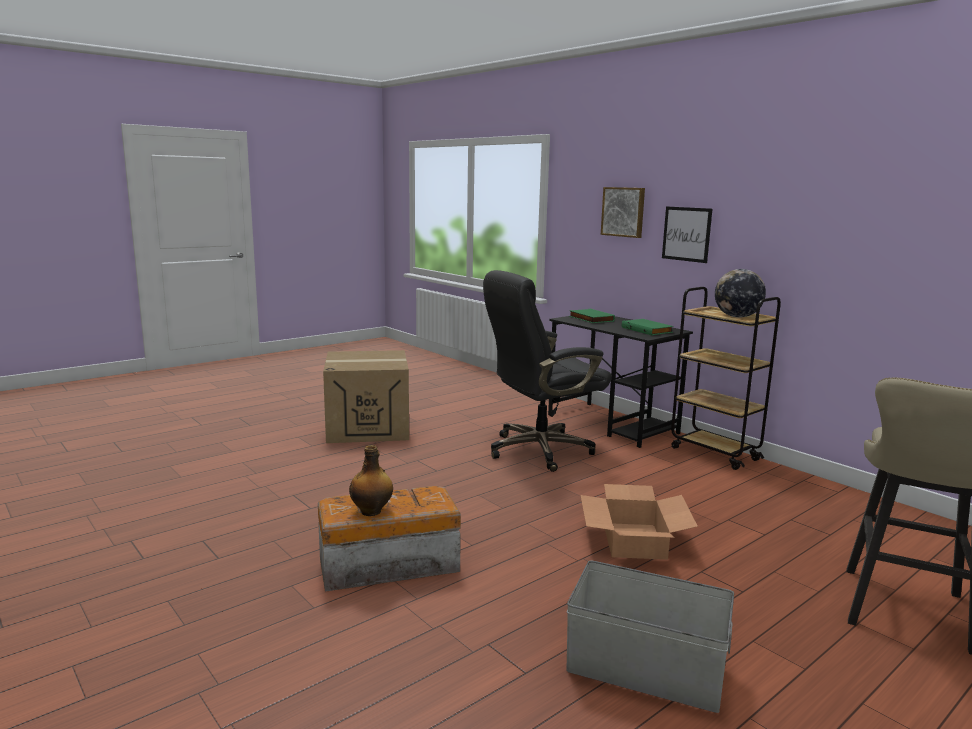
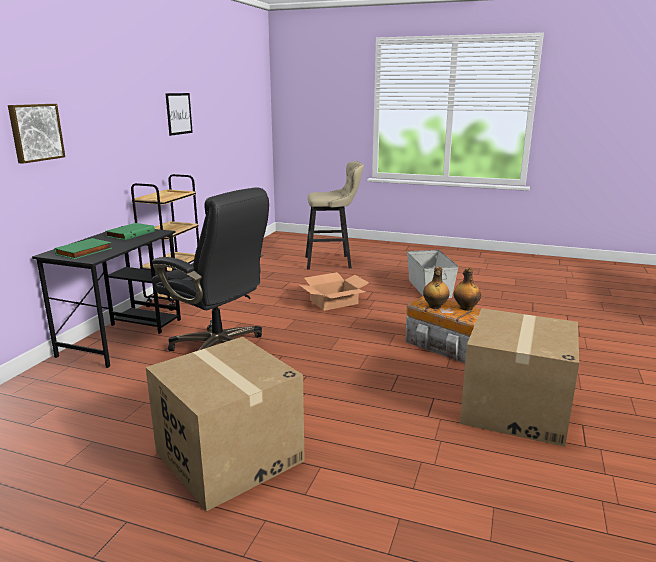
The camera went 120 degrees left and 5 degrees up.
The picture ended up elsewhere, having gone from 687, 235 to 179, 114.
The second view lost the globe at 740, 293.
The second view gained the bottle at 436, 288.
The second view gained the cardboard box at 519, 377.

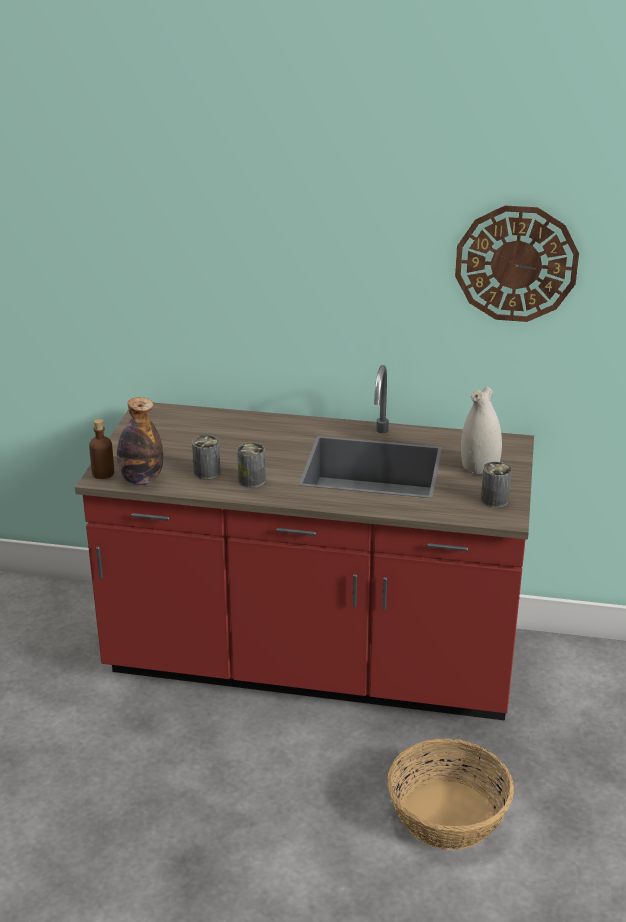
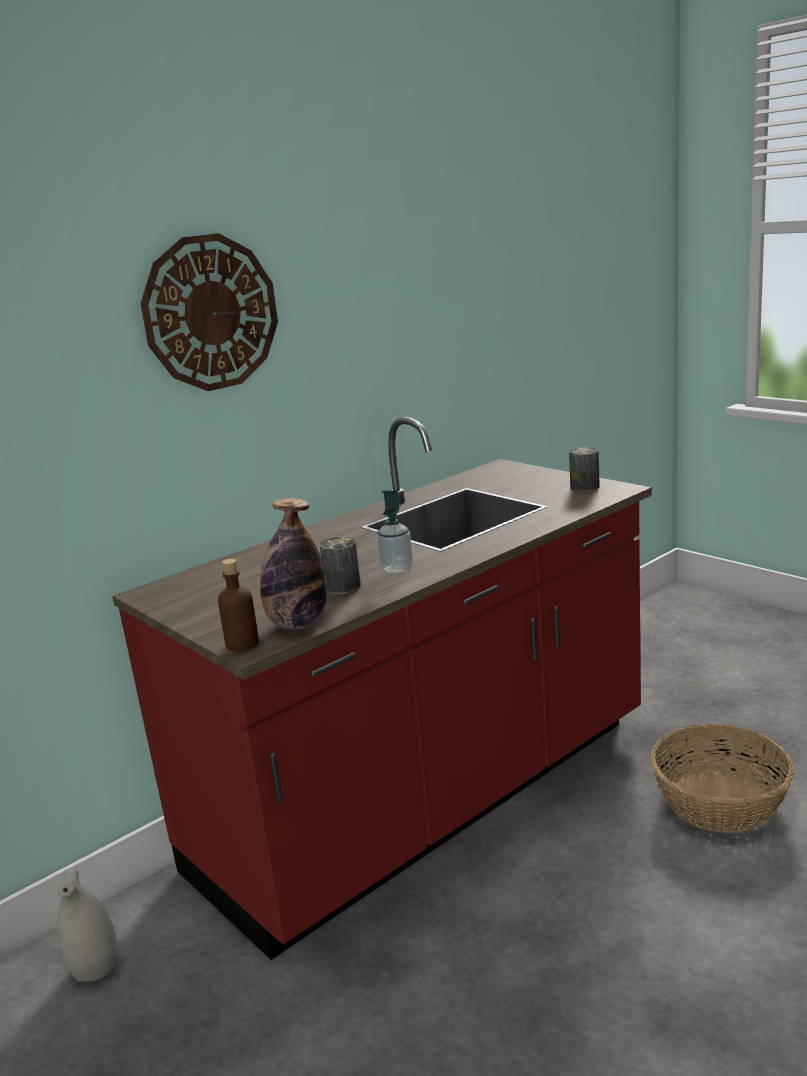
The camera went 50 degrees left and 10 degrees down.
The wall clock ended up elsewhere, having gone from 517, 263 to 209, 312.
The vase in white ended up elsewhere, having gone from 481, 430 to 88, 925.
Where the can stood at 251, 465, the soap dispenser came to stand at 395, 532.

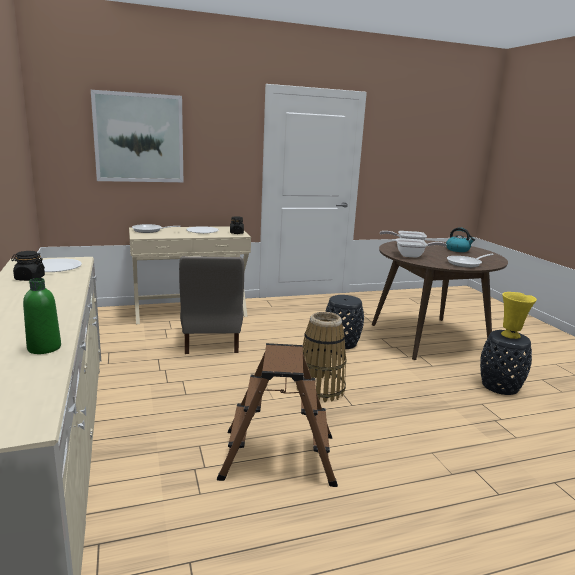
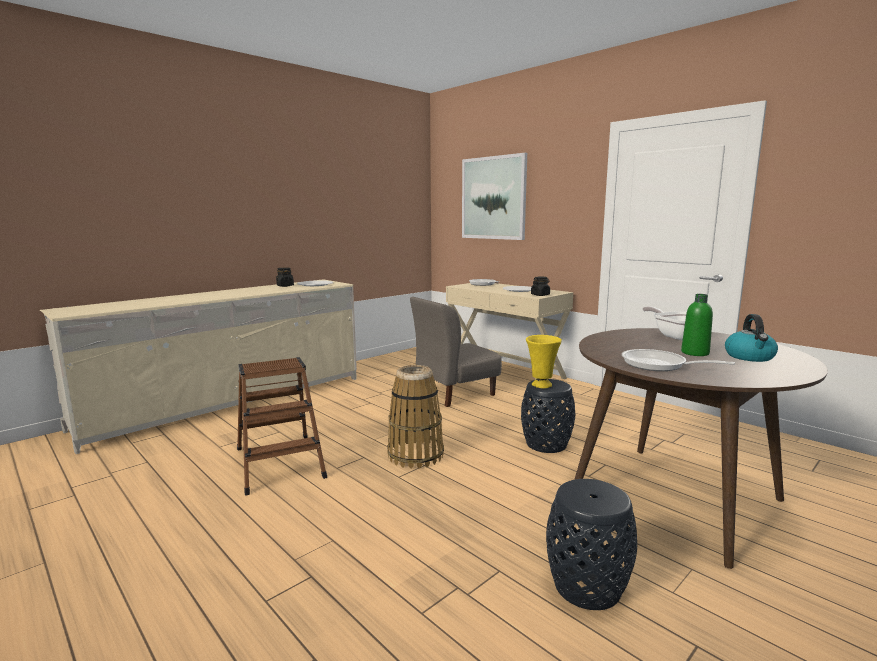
The camera went 65 degrees right and 5 degrees down.
The second view lost the frying pan at 421, 248.
The bottle in green ended up elsewhere, having gone from 42, 316 to 697, 325.
The vase in yellow ended up elsewhere, having gone from 519, 315 to 544, 361.

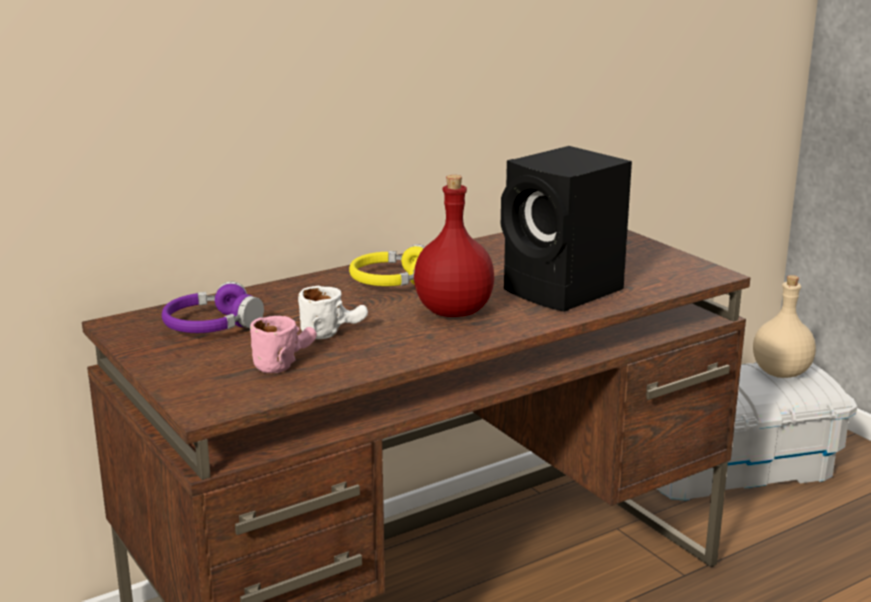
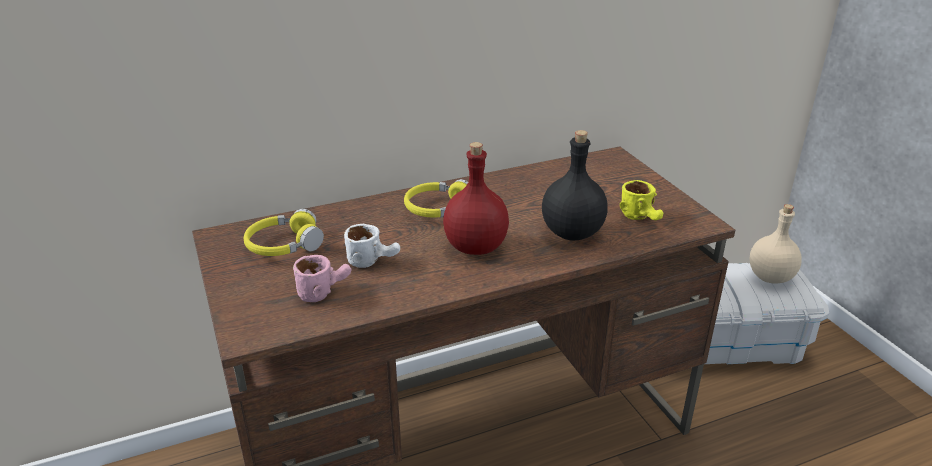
The camera went 10 degrees right and 10 degrees up.
Where the speaker in black stood at 566, 229, the bottle in black came to stand at 575, 185.
What was the headphones in purple at 213, 307 turned into the headphones in yellow at 283, 232.
The second view gained the mug in yellow at 641, 200.

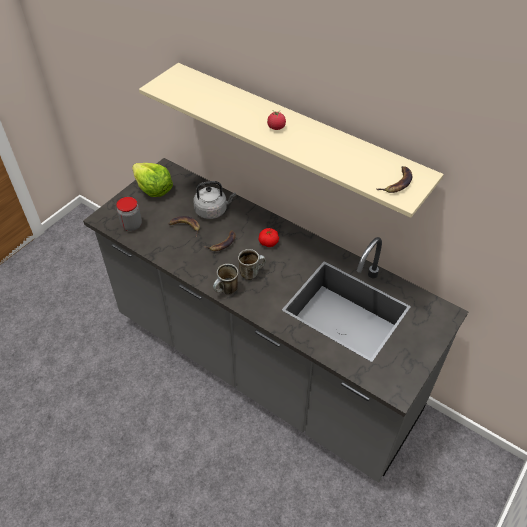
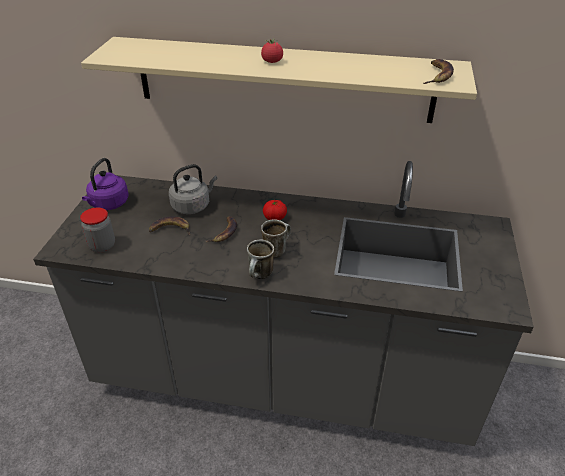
The camera went 25 degrees left and 10 degrees down.
Where the lettuce stood at 152, 180, the kettle in purple came to stand at 105, 184.

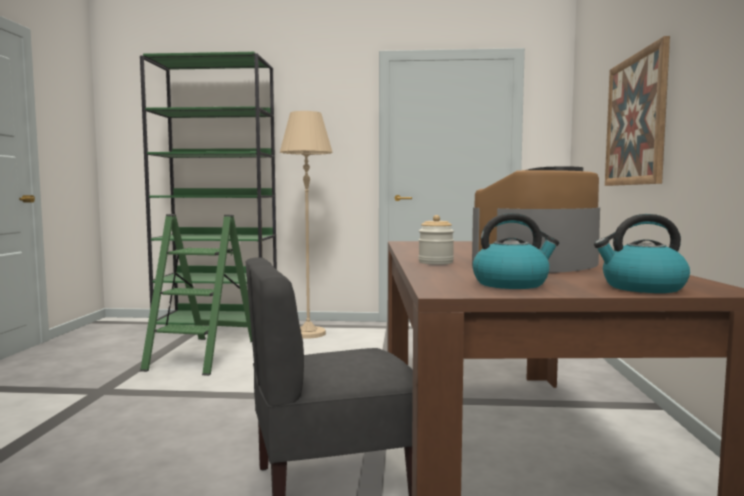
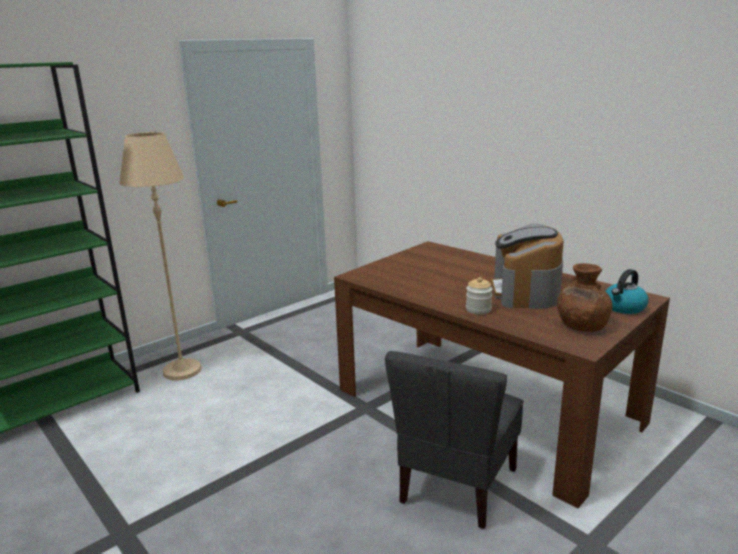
The camera went 45 degrees left and 15 degrees up.
The second view lost the picture at 637, 111.
Where the kettle stood at 515, 251, the vase in brown came to stand at 585, 297.
The second view lost the step ladder in green at 196, 295.

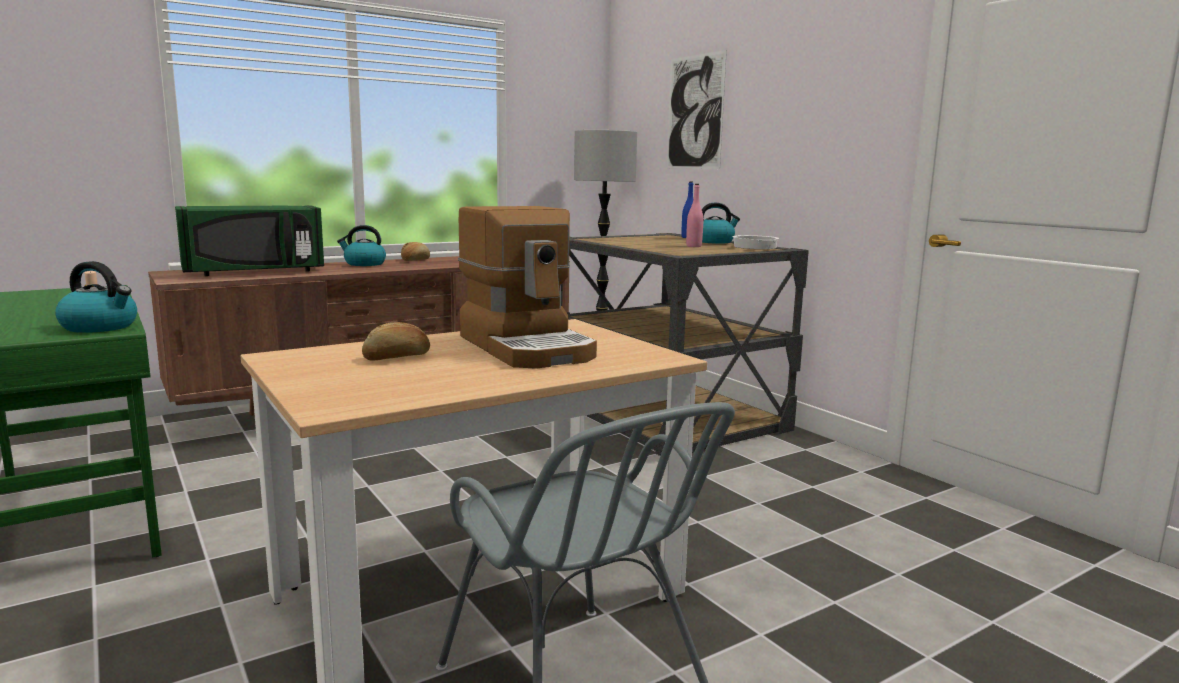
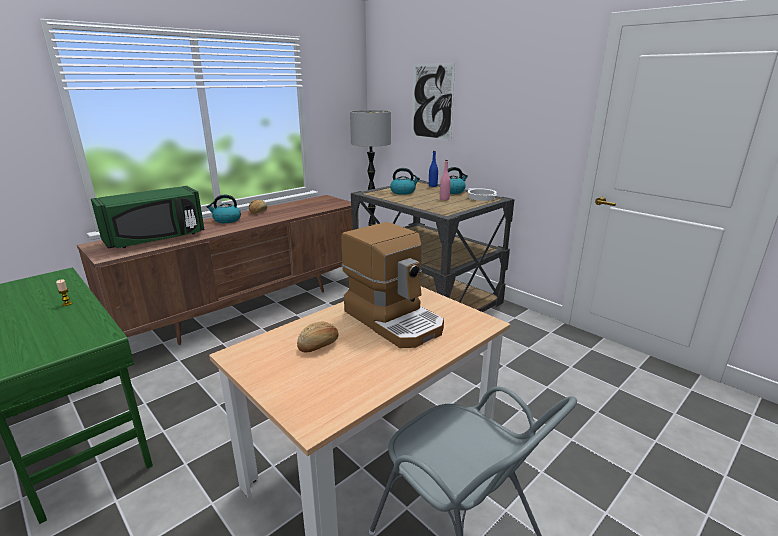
The camera went 10 degrees left and 10 degrees up.
The kettle ended up elsewhere, having gone from 96, 297 to 405, 181.

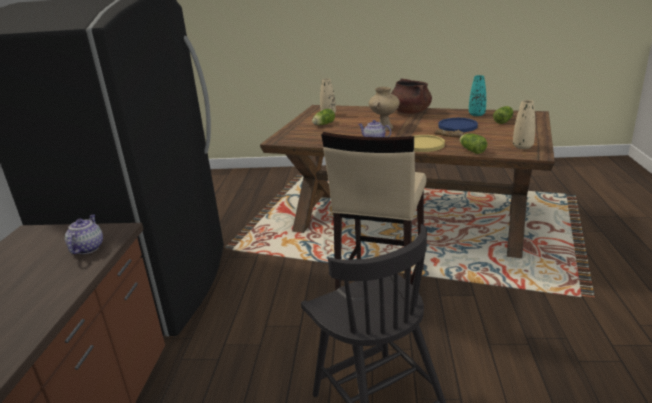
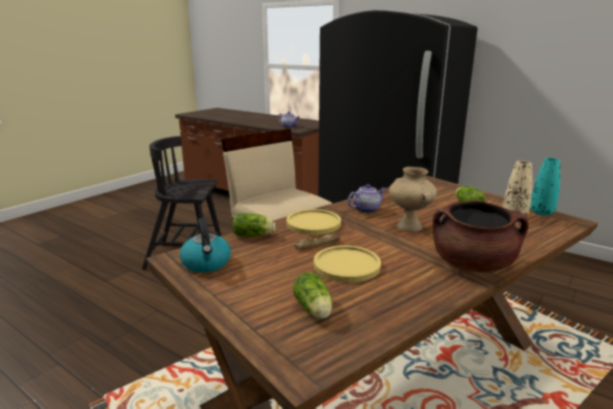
The camera went 120 degrees right and 5 degrees down.
The vase in turquoise ended up elsewhere, having gone from 477, 95 to 545, 187.
Where the vase in beige stood at 524, 124, the kettle came to stand at 205, 245.
What was the plate in blue at 458, 125 turned into the plate in yellow at 347, 264.

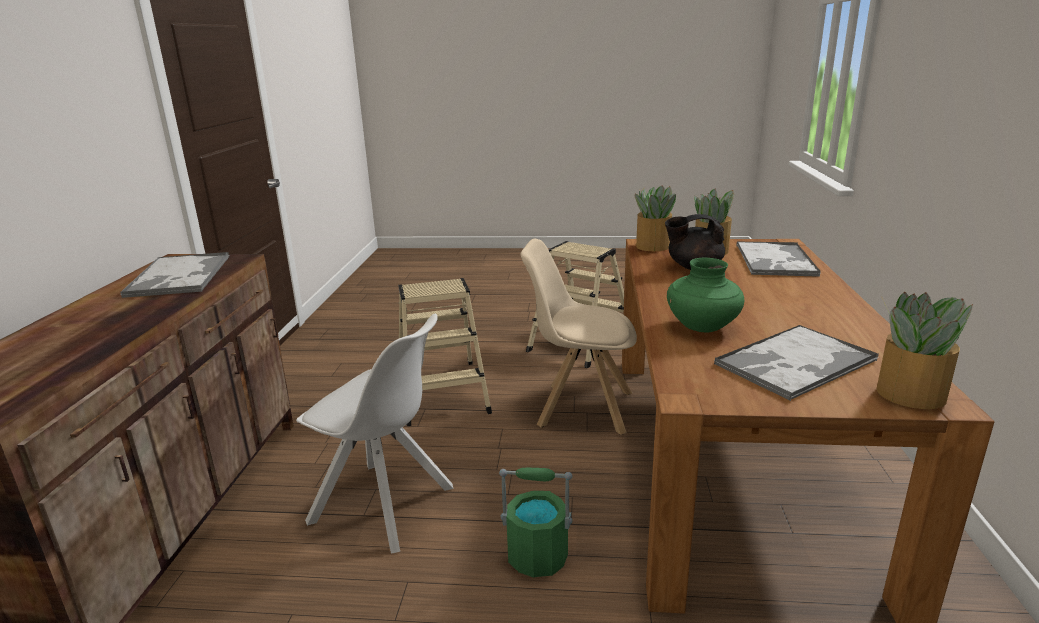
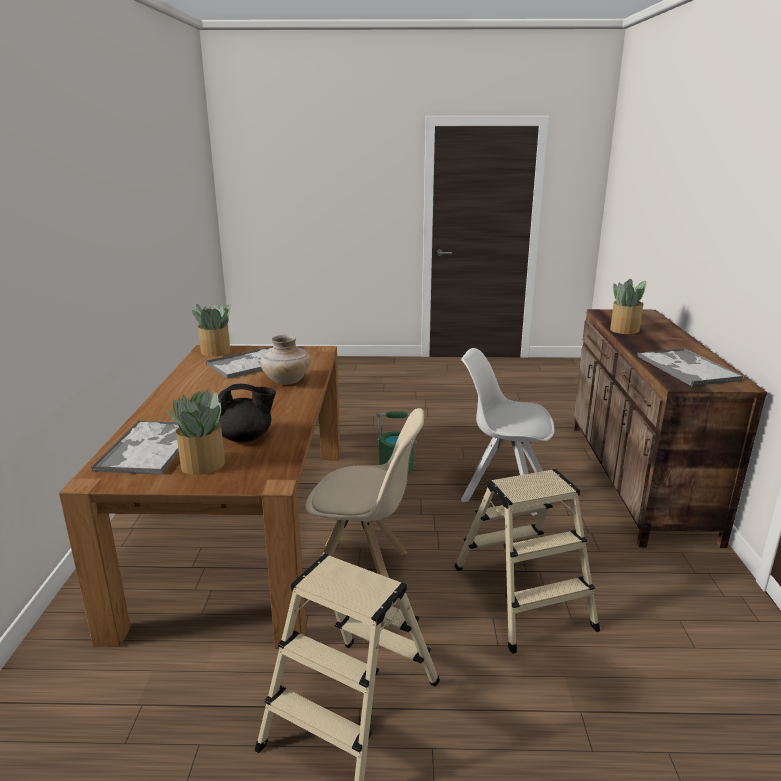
The camera went 175 degrees right and 0 degrees up.
The potted plant ended up elsewhere, having gone from 655, 218 to 628, 306.
What was the vase in green at 705, 295 turned into the vase in beige at 285, 360.

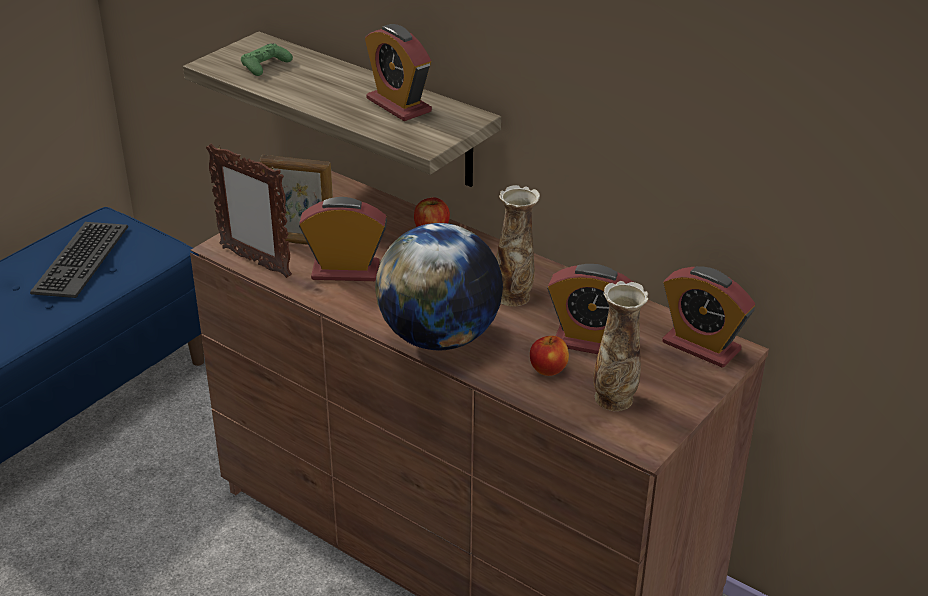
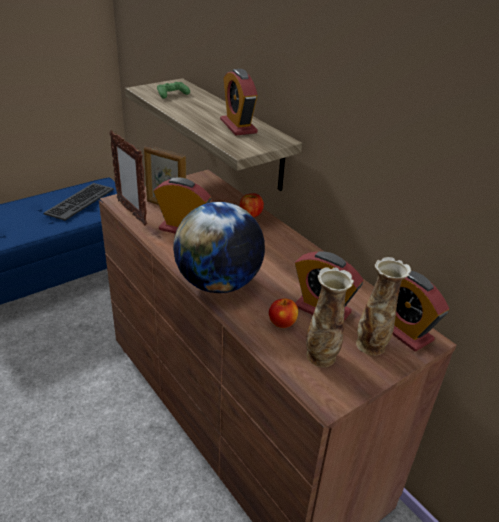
The camera went 15 degrees right and 0 degrees up.
The vase ended up elsewhere, having gone from 518, 246 to 383, 306.

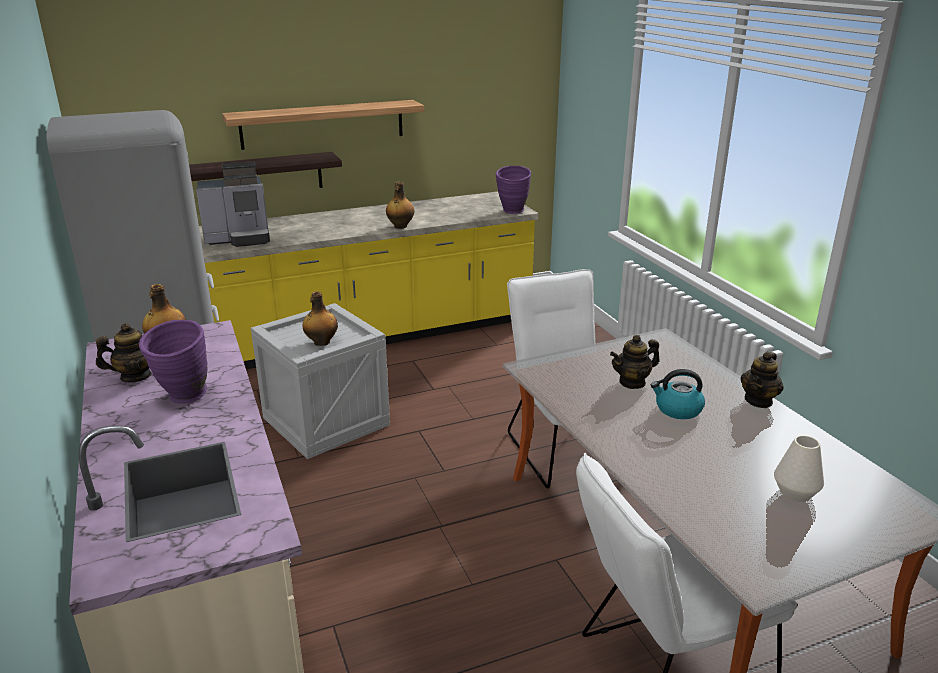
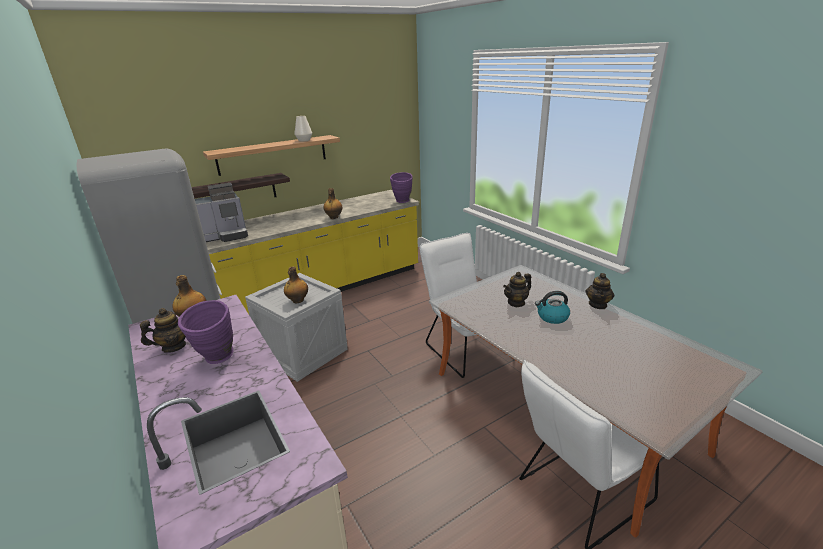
The camera went 10 degrees left and 0 degrees up.
The vase in white ended up elsewhere, having gone from 799, 468 to 303, 128.

